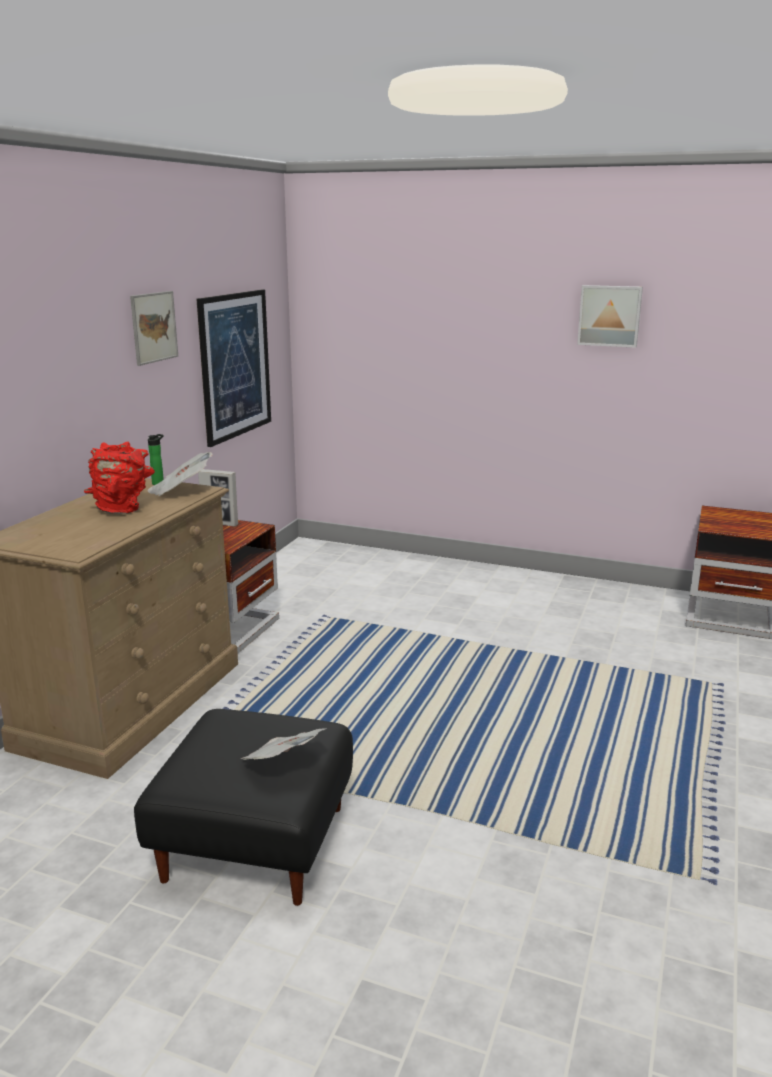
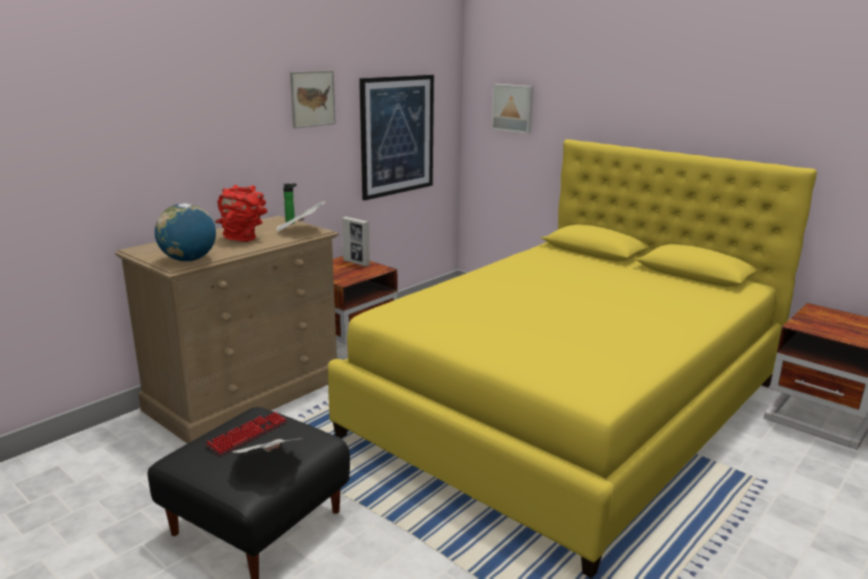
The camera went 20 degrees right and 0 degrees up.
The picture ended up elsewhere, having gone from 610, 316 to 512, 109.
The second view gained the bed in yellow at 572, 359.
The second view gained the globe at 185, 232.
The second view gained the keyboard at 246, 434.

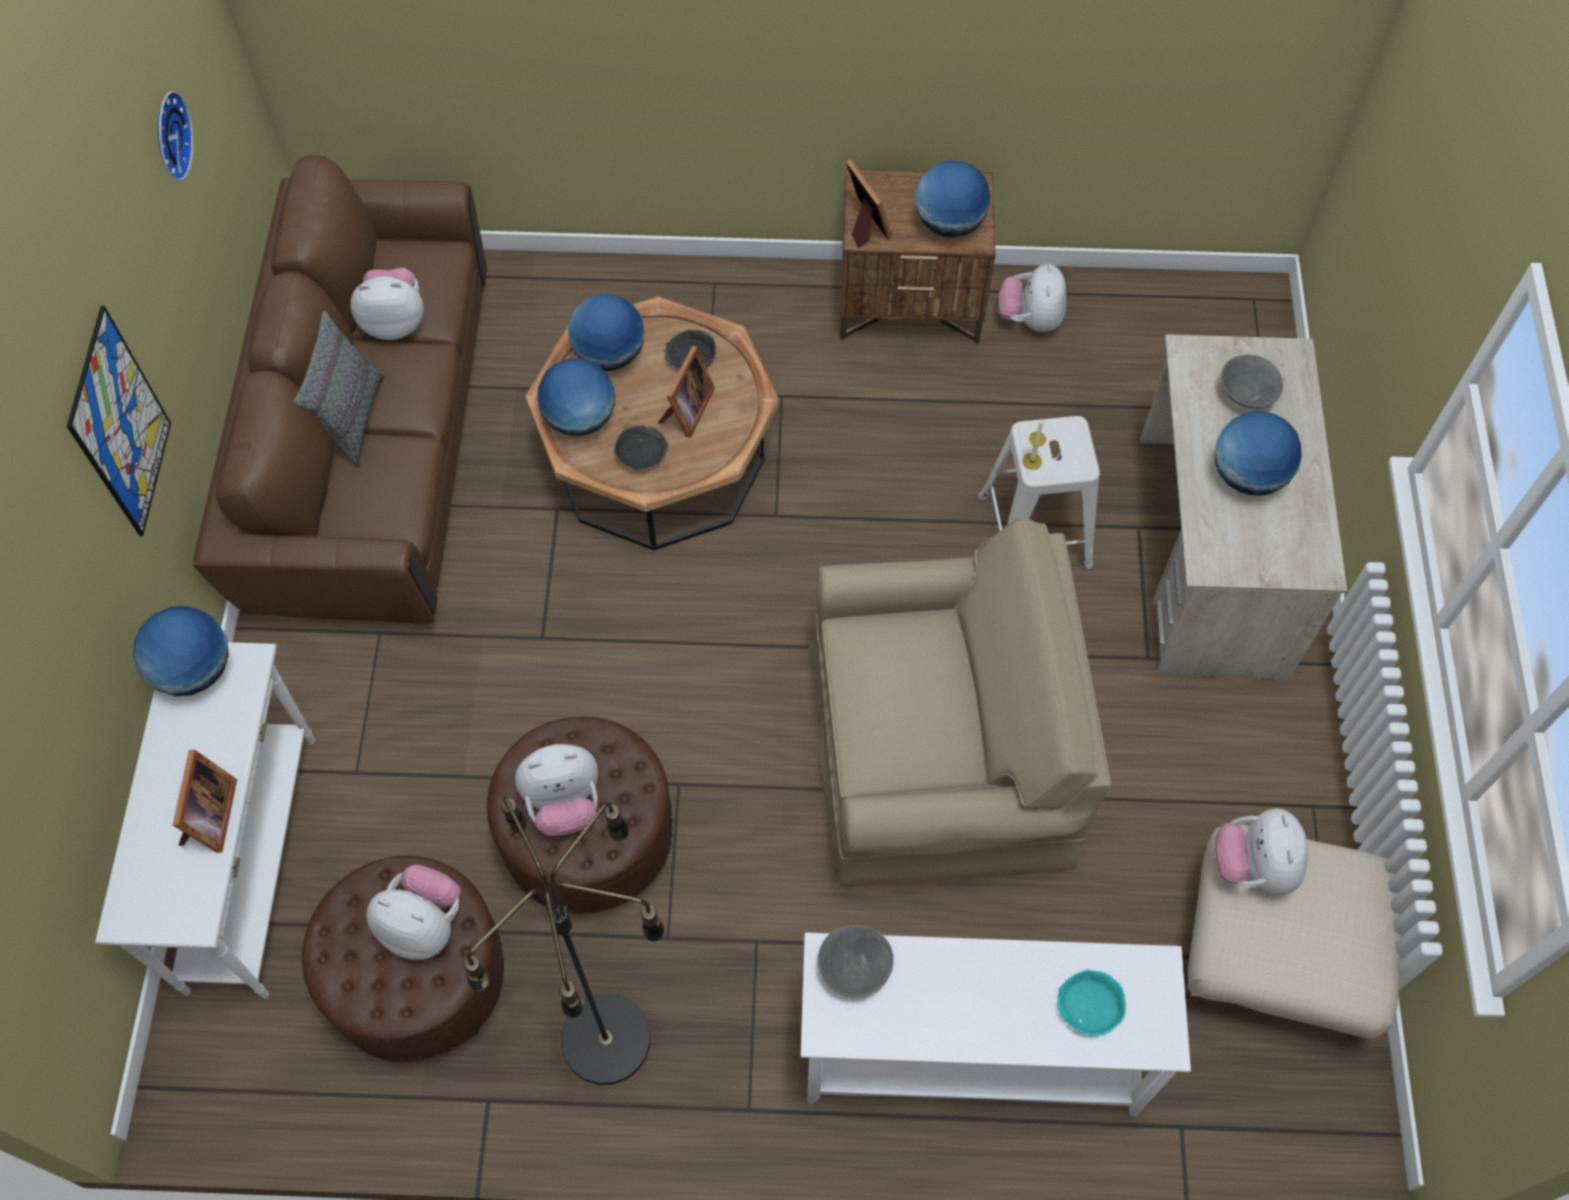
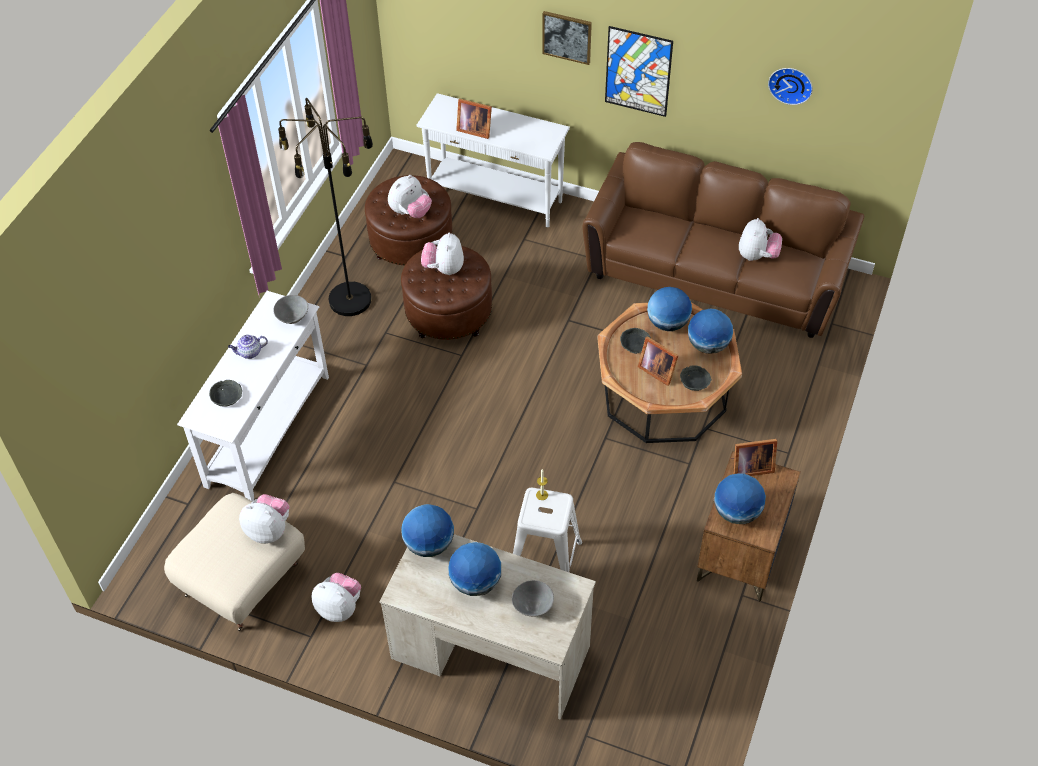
The camera went 110 degrees right and 10 degrees down.
The plush toy ended up elsewhere, having gone from 1032, 298 to 336, 597.
The second view lost the pillow in grey at 338, 389.
The second view lost the armchair in beige at 959, 702.
The globe ended up elsewhere, having gone from 181, 651 to 427, 530.
What was the bowl in turquoise at 1091, 1003 turned into the bowl in grey at 225, 393.
The second view gained the picture at 567, 38.
The second view gained the teapot at 248, 347.

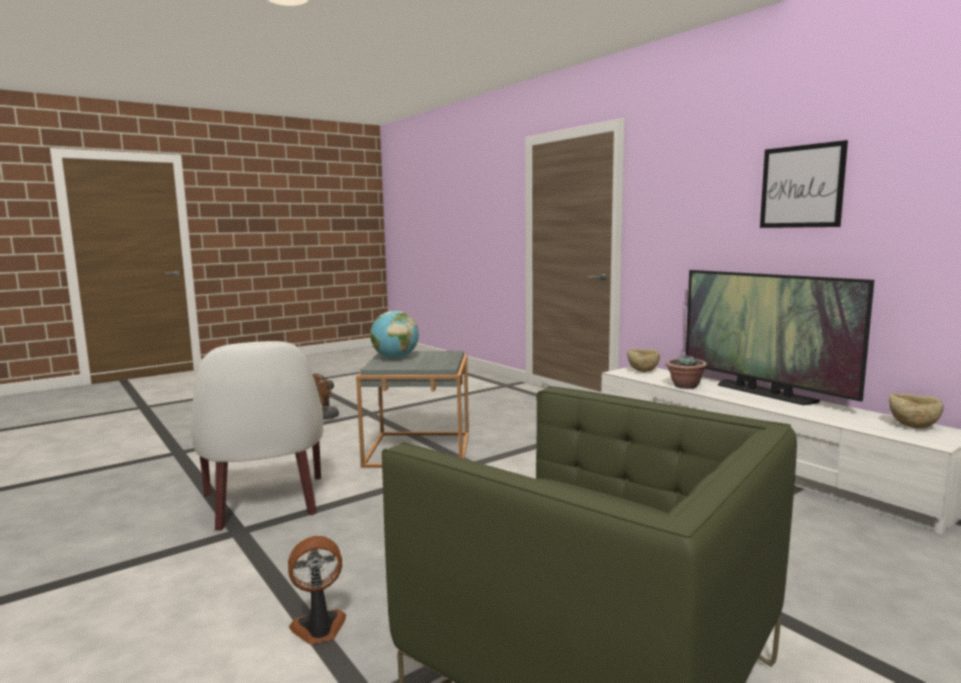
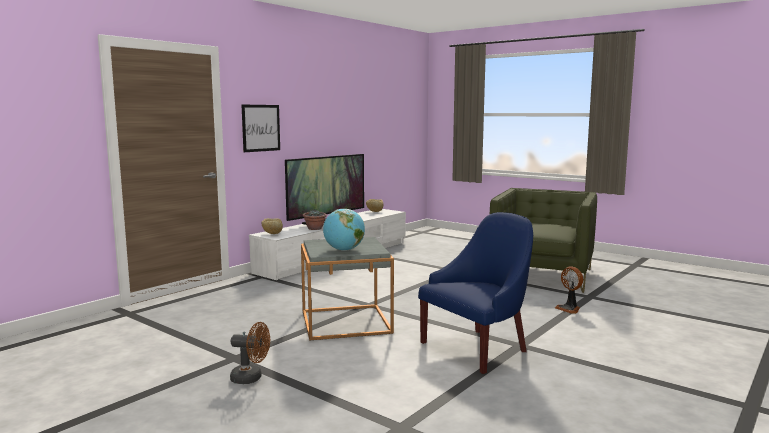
The camera went 105 degrees left and 0 degrees up.
The picture ended up elsewhere, having gone from 804, 184 to 261, 128.
What was the armchair in white at 257, 436 turned into the armchair in blue at 475, 293.

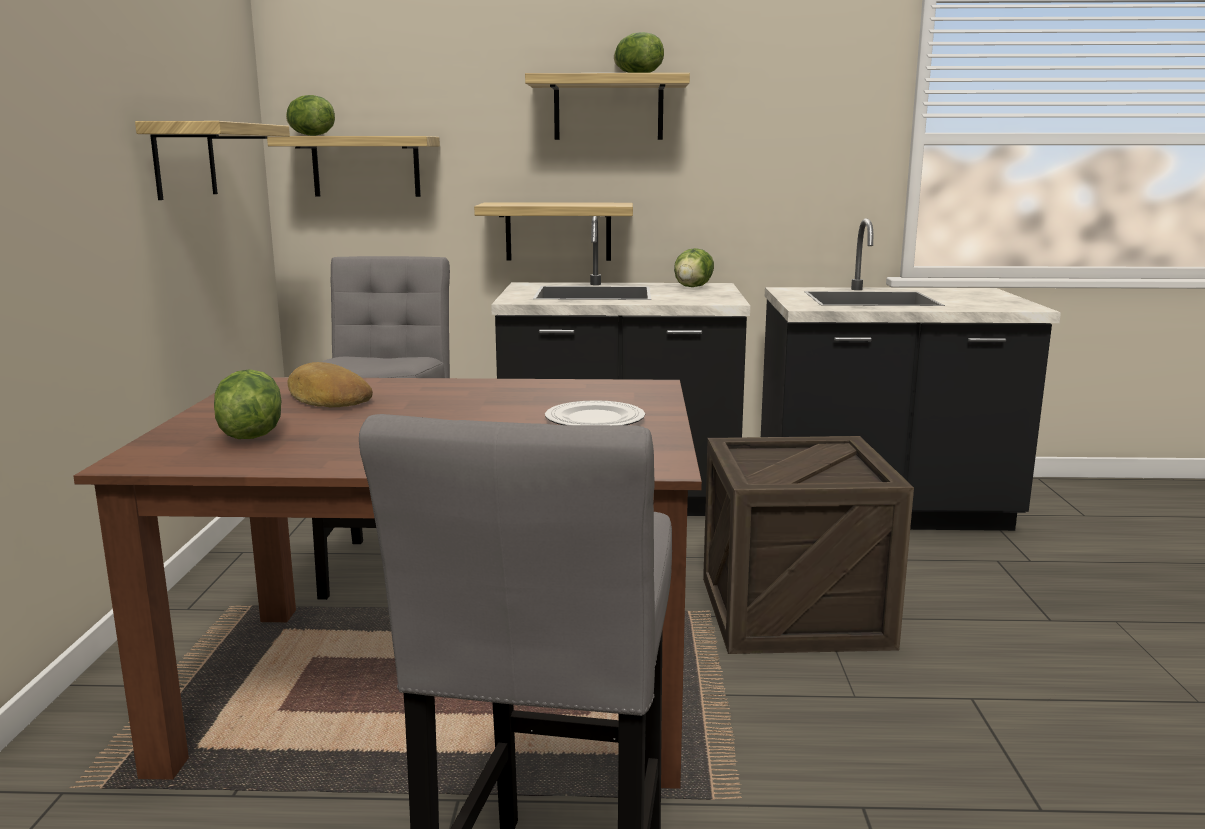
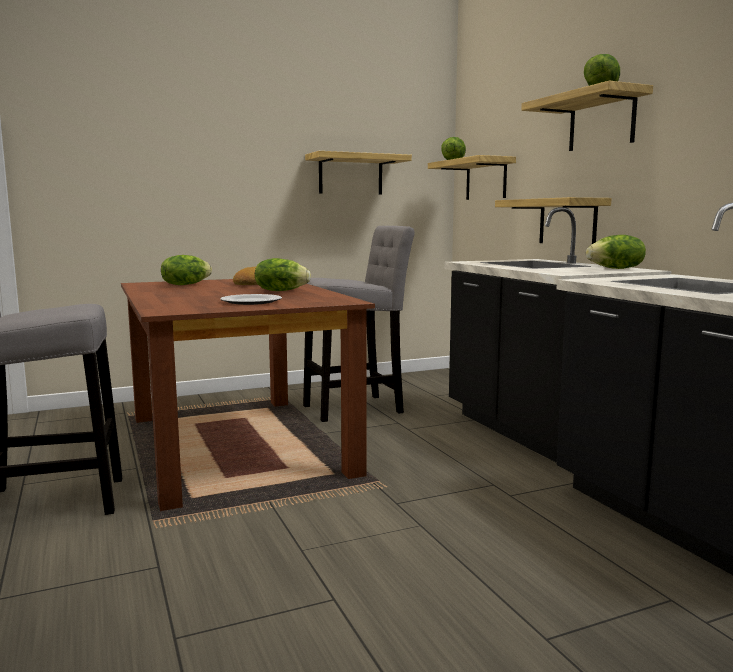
The camera went 65 degrees right and 5 degrees down.
The second view lost the crate at 808, 545.
The second view gained the lettuce at 283, 274.

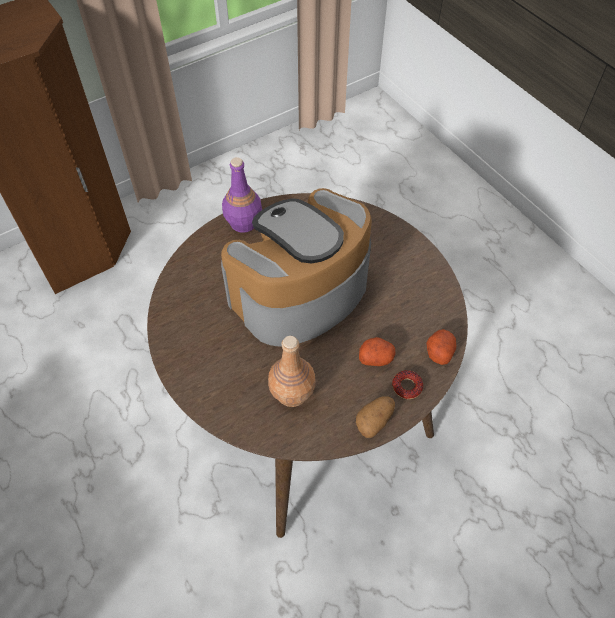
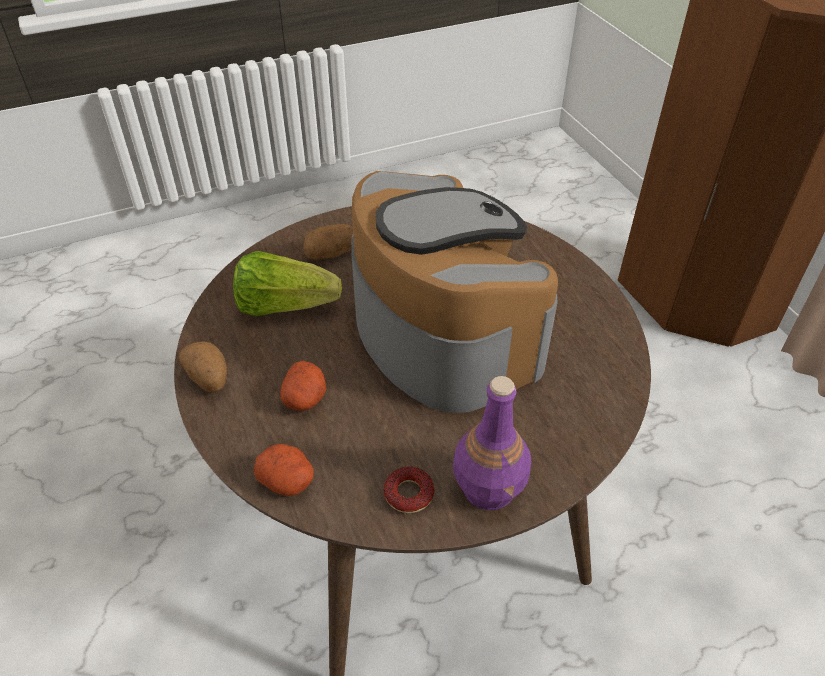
The camera went 100 degrees right and 10 degrees down.
The bottle in purple ended up elsewhere, having gone from 242, 195 to 492, 443.
Where the bottle in brown stood at 291, 371, the lettuce came to stand at 287, 283.
The donut ended up elsewhere, having gone from 407, 384 to 408, 489.
The second view gained the potato at 328, 242.

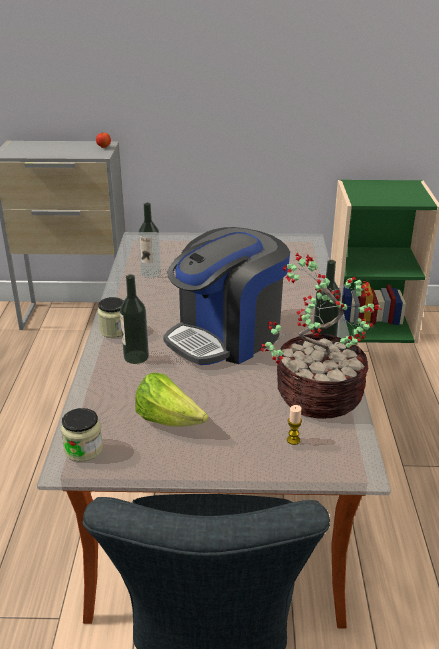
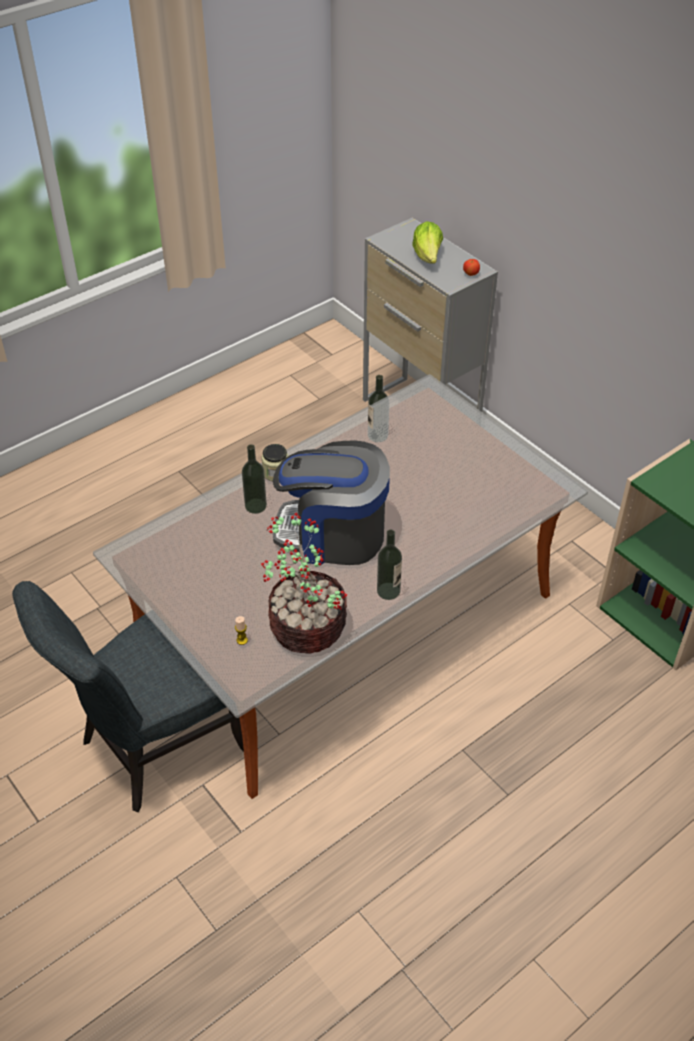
The camera went 50 degrees right and 15 degrees up.
The lettuce ended up elsewhere, having gone from 171, 400 to 427, 242.
The second view lost the jar at 82, 435.

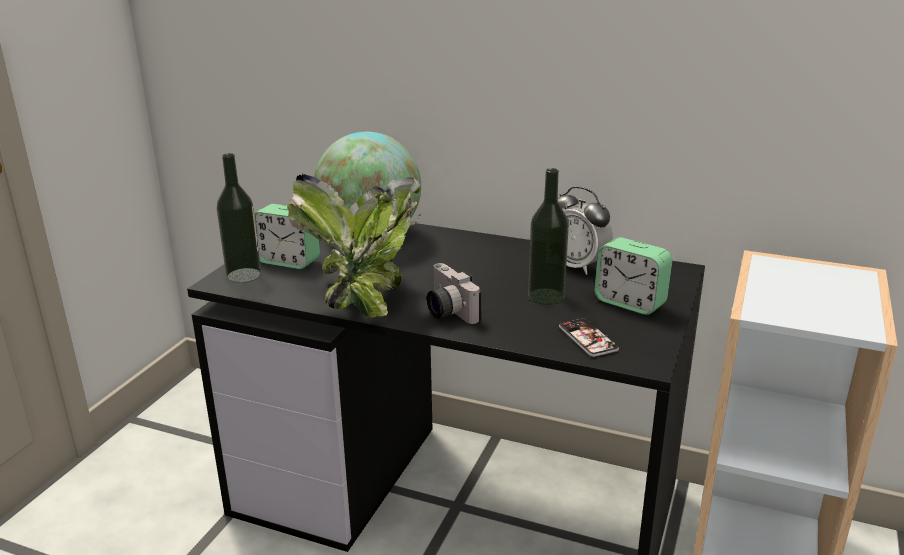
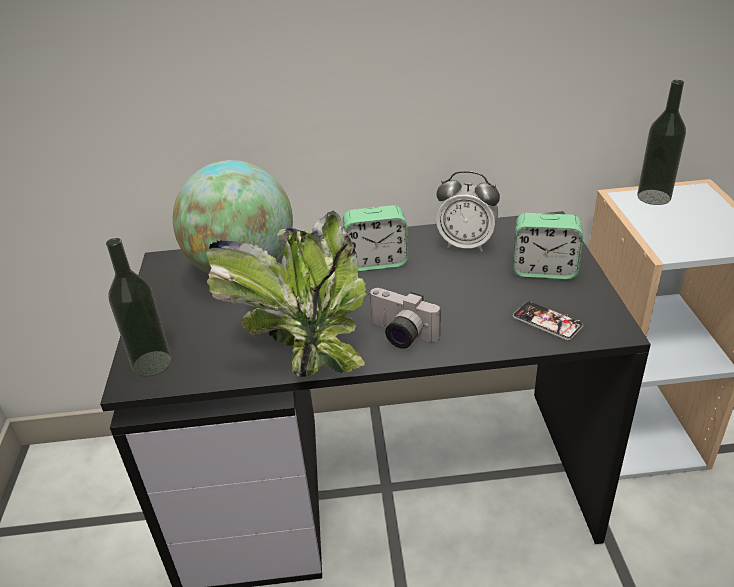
The camera went 25 degrees left and 10 degrees up.
The bottle ended up elsewhere, having gone from 548, 236 to 661, 142.
The alarm clock ended up elsewhere, having gone from 287, 236 to 375, 238.

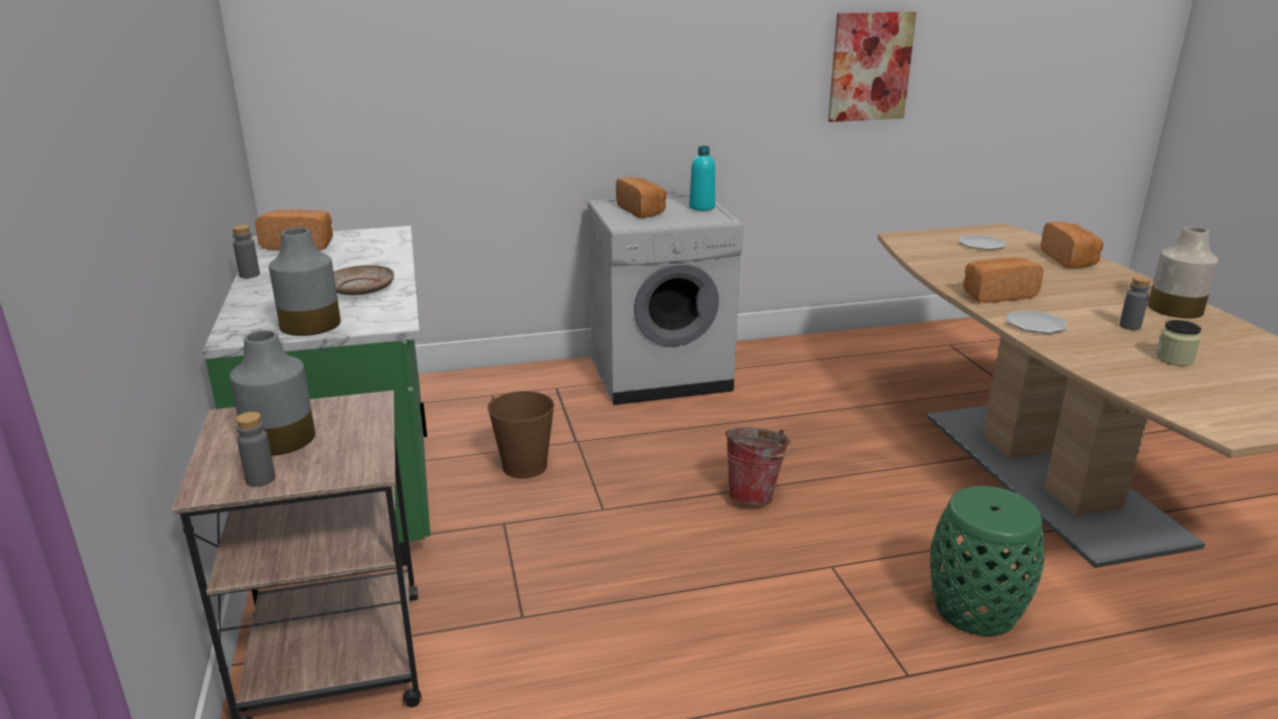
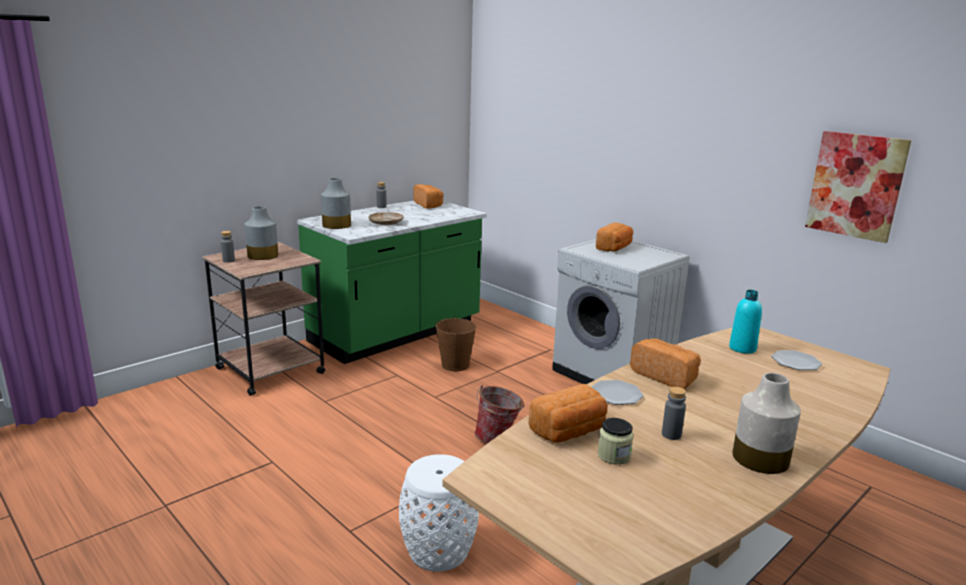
The camera went 60 degrees right and 5 degrees down.
The bottle in turquoise ended up elsewhere, having gone from 702, 178 to 745, 322.
The bread ended up elsewhere, having gone from 1072, 245 to 568, 413.
What was the stool in green at 987, 561 turned into the stool in white at 439, 513.

